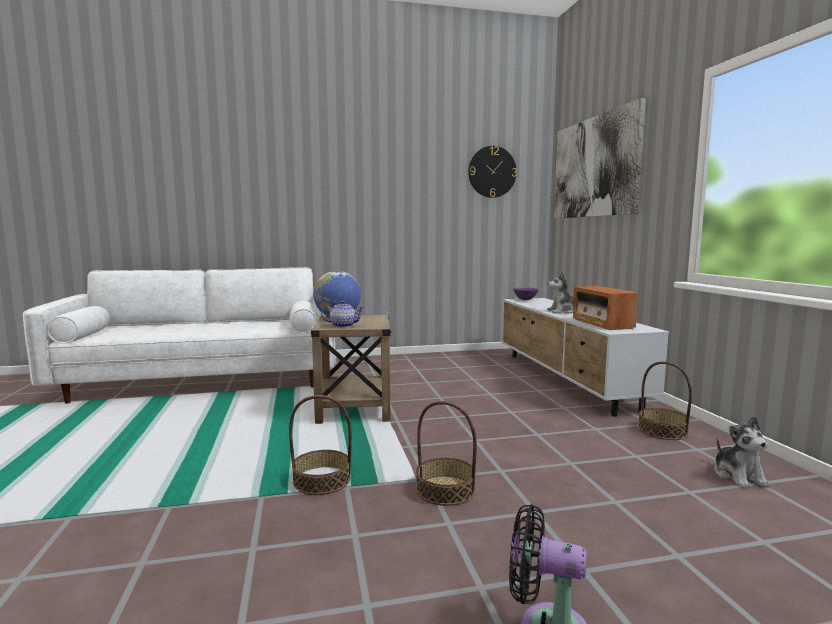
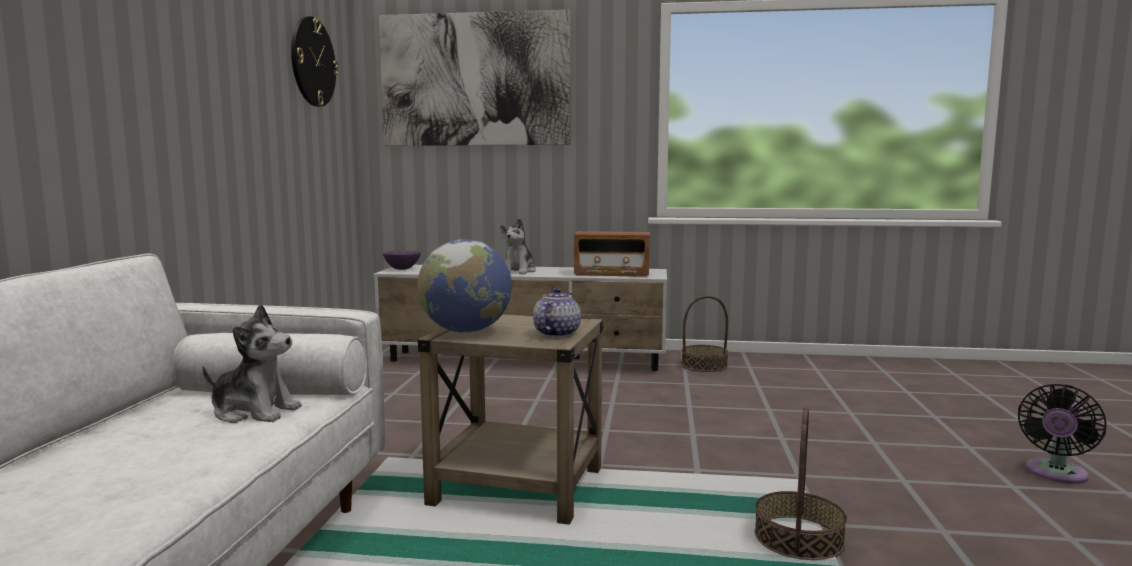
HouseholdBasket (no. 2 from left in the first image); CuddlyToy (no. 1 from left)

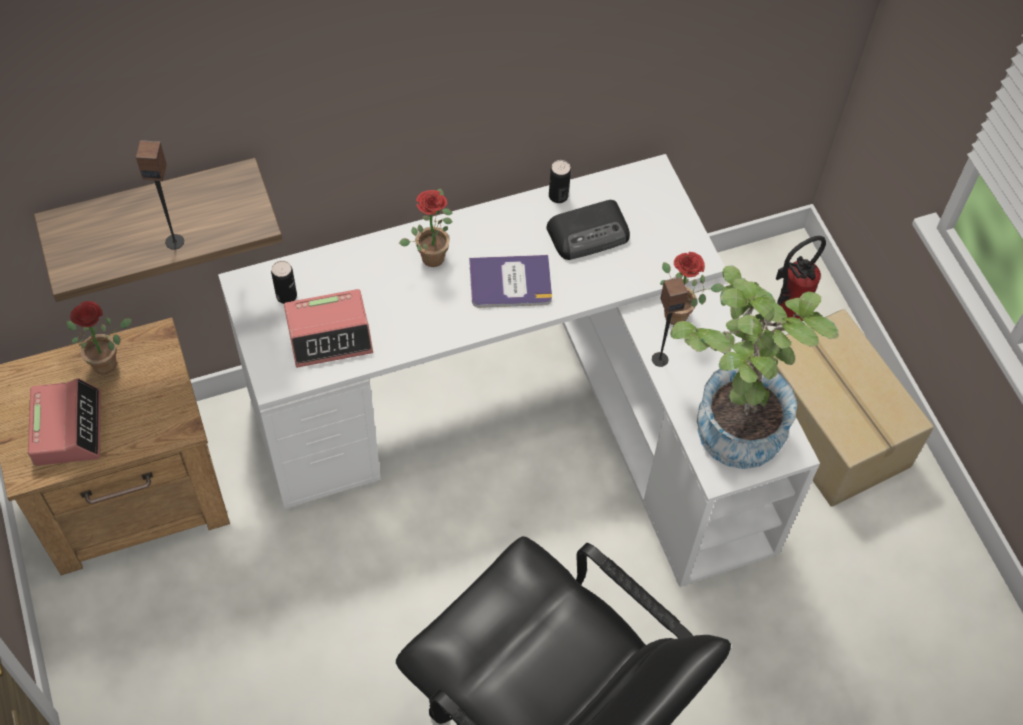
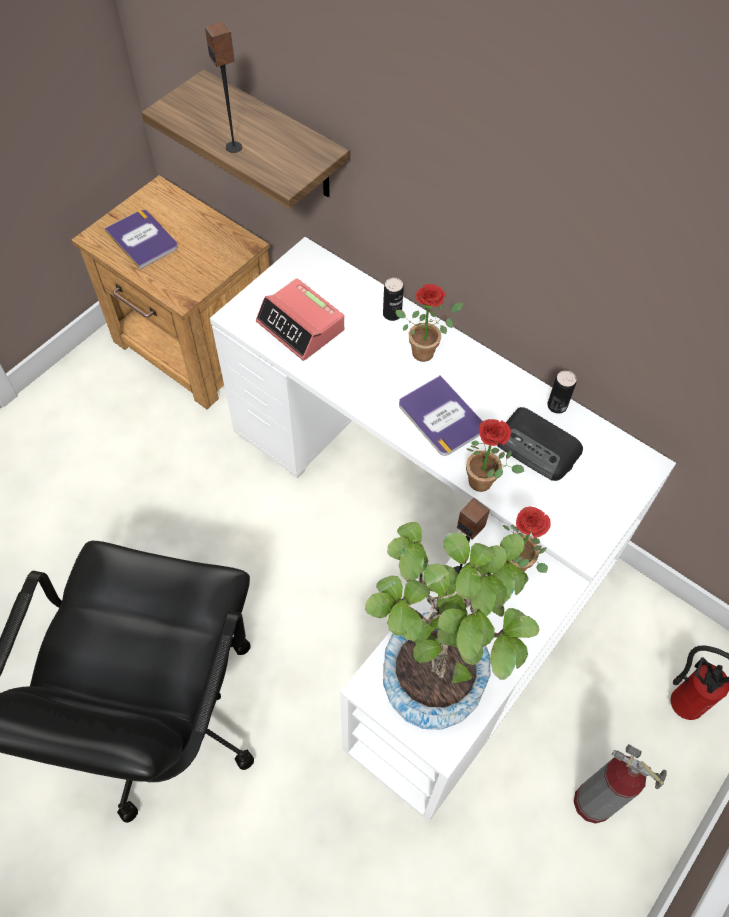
BoundBook (no. 1 from left); PlantInAPot (no. 3 from left); Can (no. 1 from left); Extinguisher (no. 1 from left)

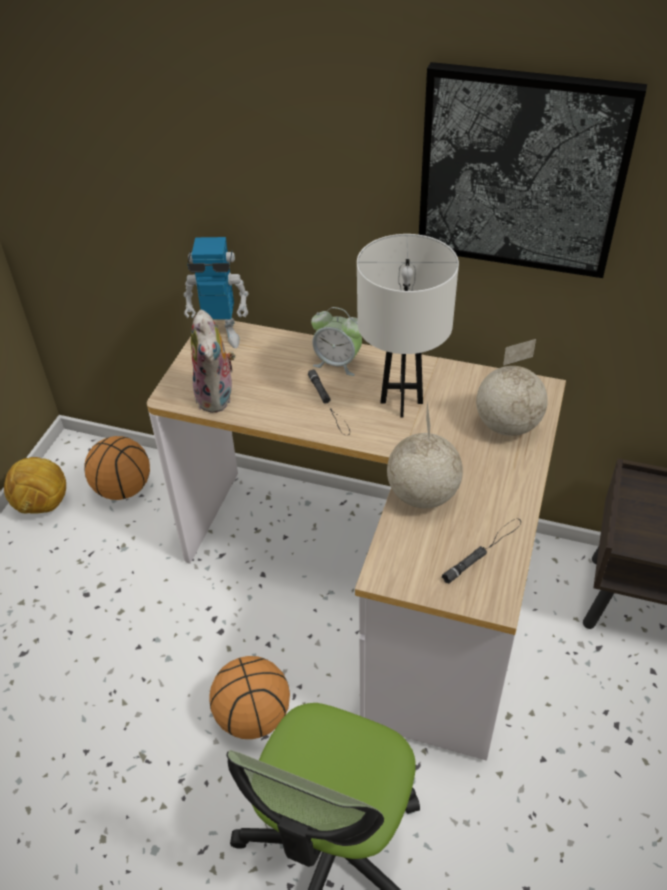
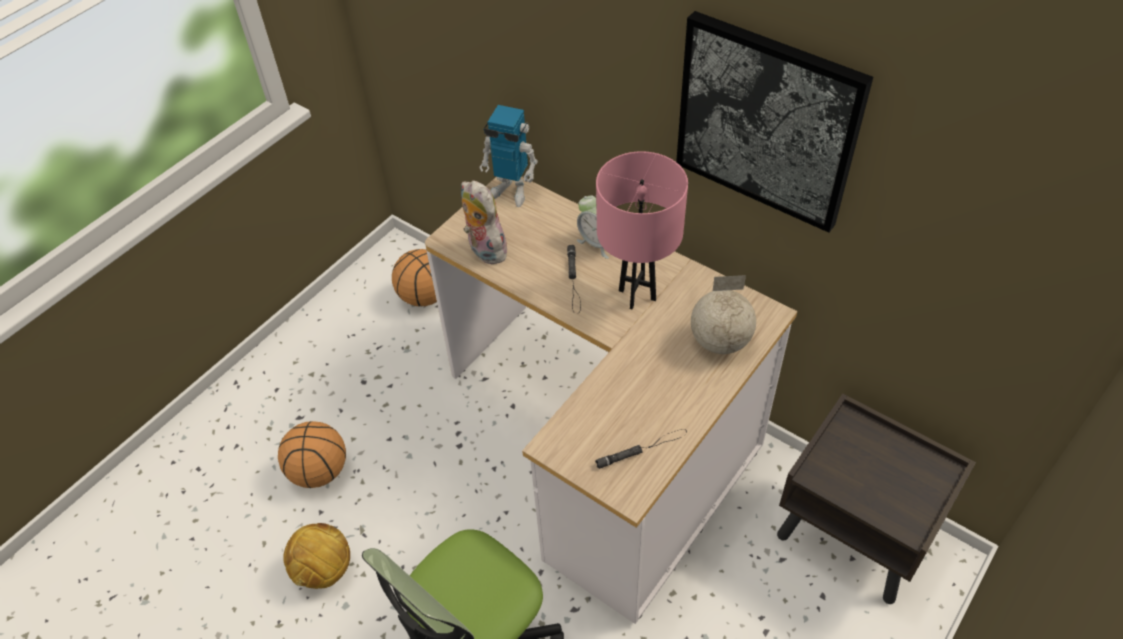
BallForFootball; CuddlyToy; BallForBasketball (no. 1 from left); PinkColouredTabletopLamp; DeskGlobe (no. 1 from left in the first image)

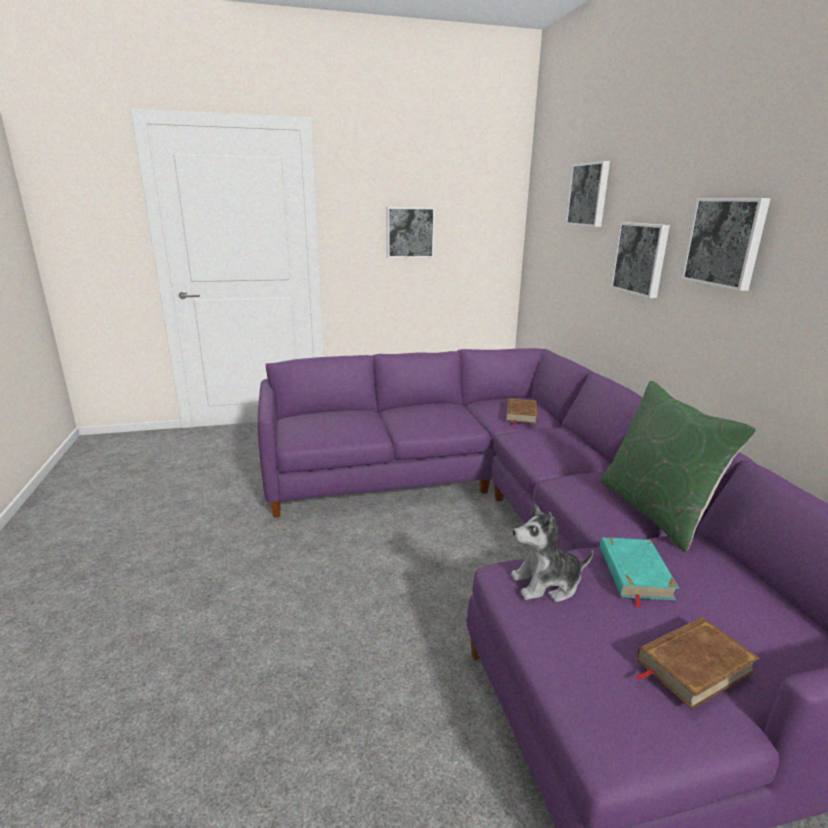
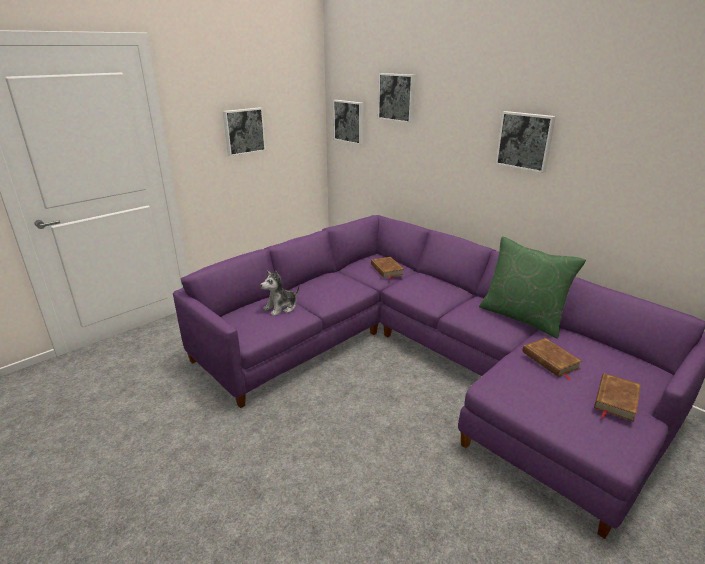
CuddlyToy; BrownBoundBook (no. 2 from left); WallArt (no. 2 from left)

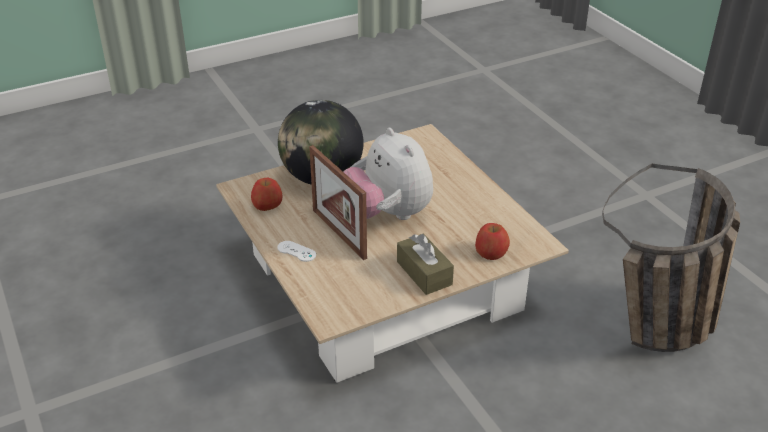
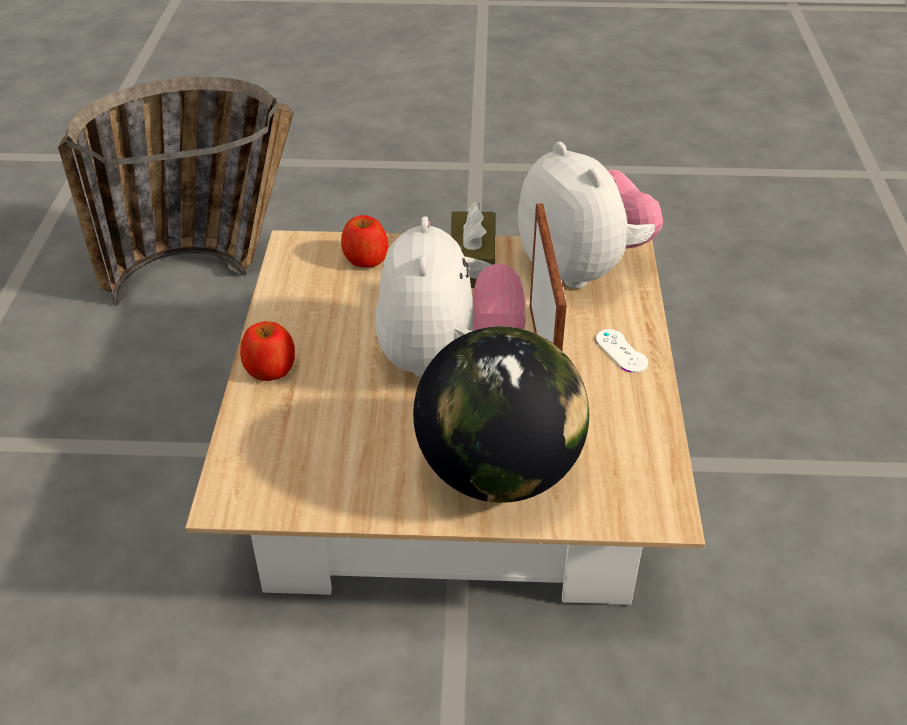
WholeApple (no. 1 from left); CuddlyToy (no. 2 from left)

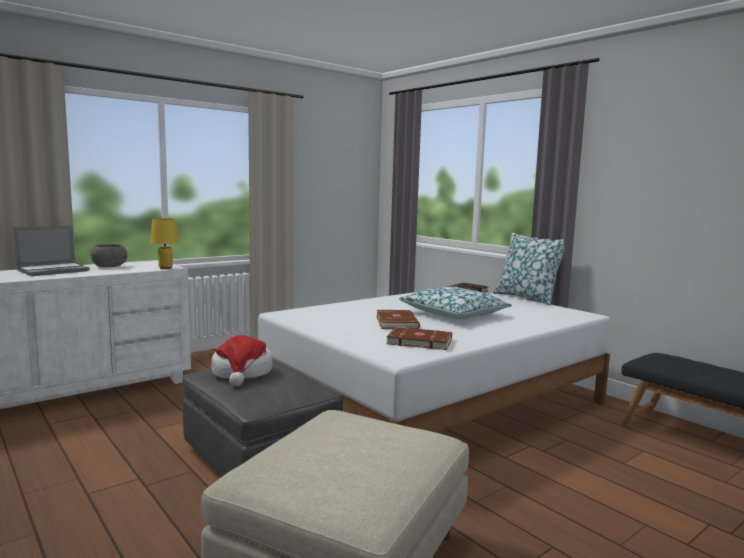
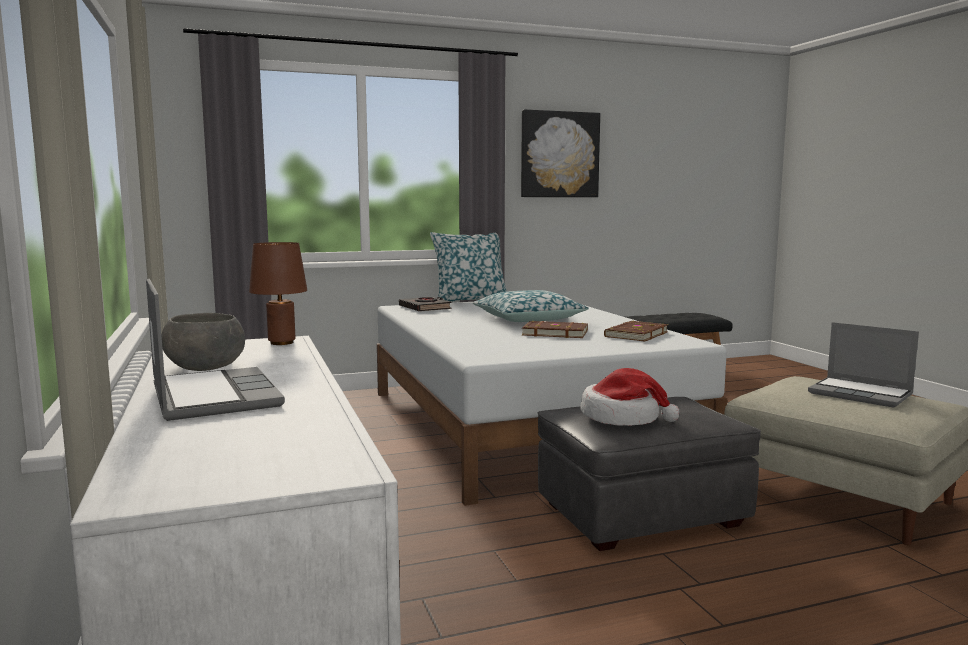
BrownTabletopLamp; WallArt; Laptop (no. 2 from left)

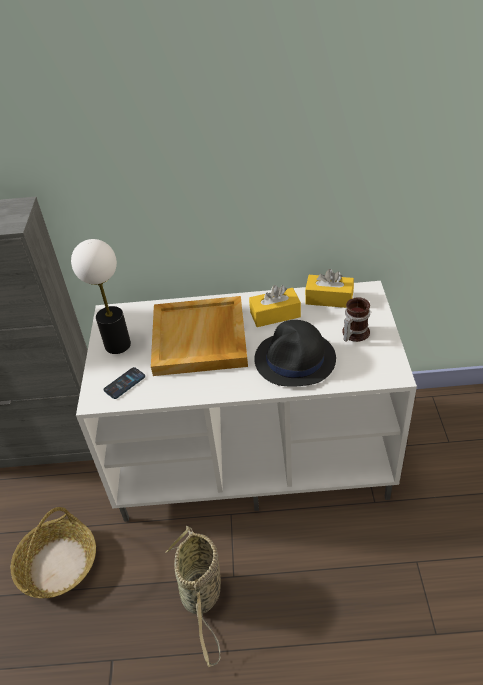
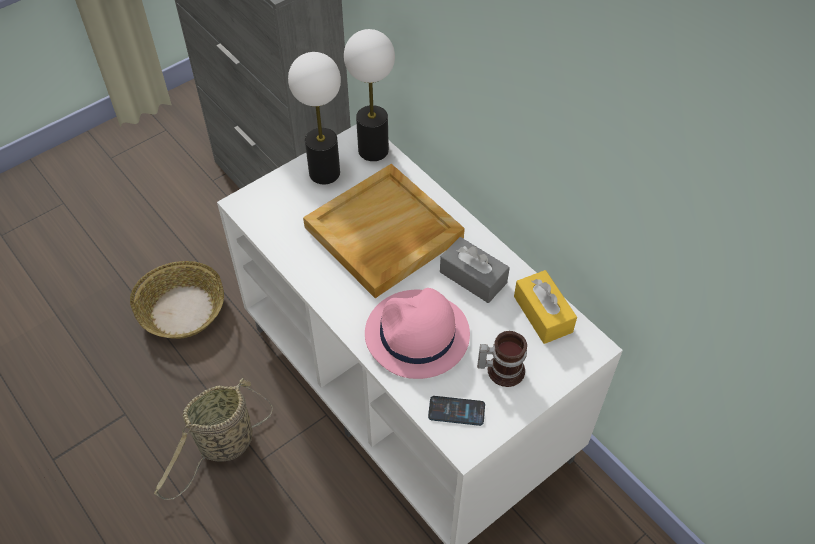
Telephone; GrayTissueHolder; PinkColouredWearableHat; TabletopLamp (no. 2 from left)

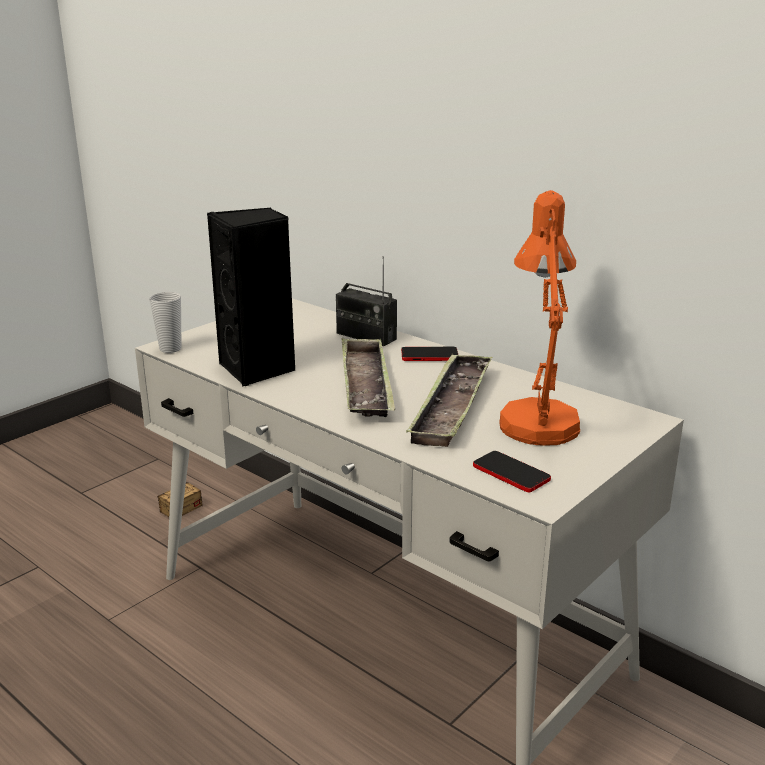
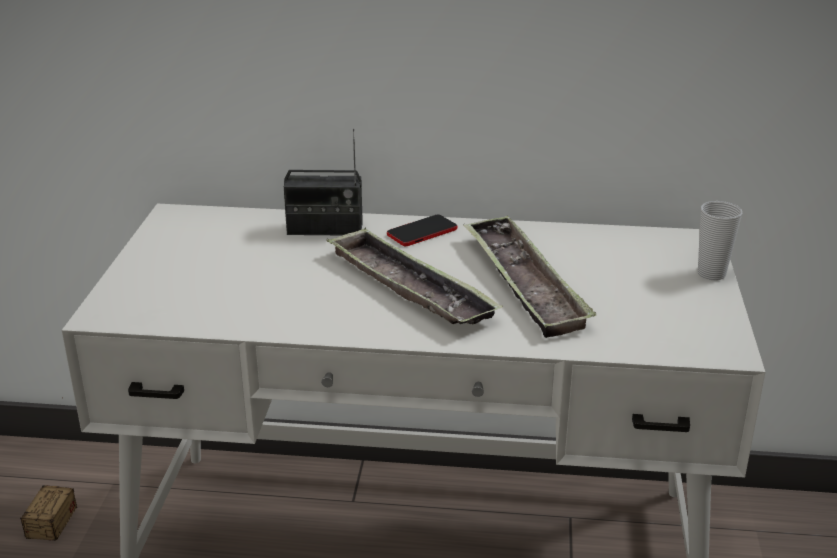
DrinkingCup; BlackishLoudspeaker; Telephone (no. 2 from left in the first image); OrangeyTabletopLamp

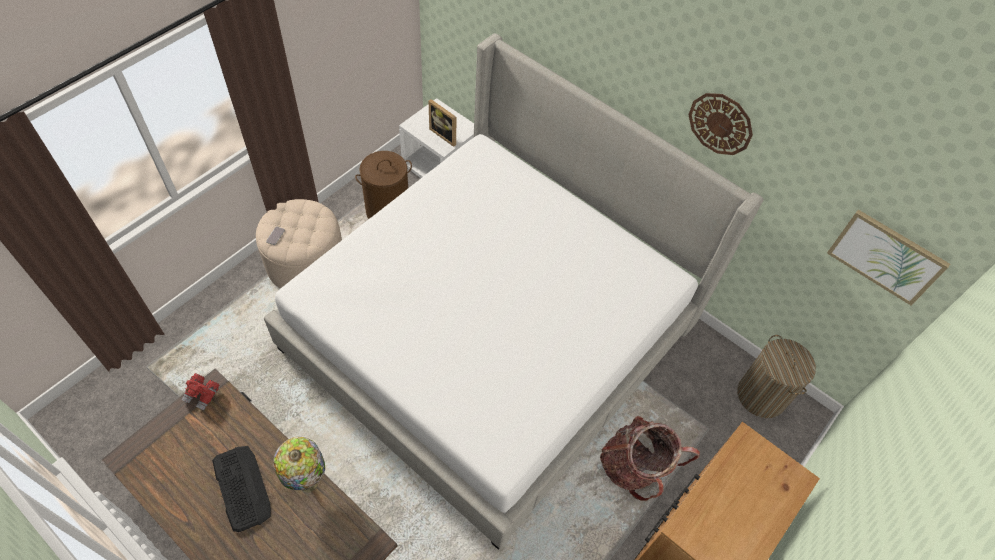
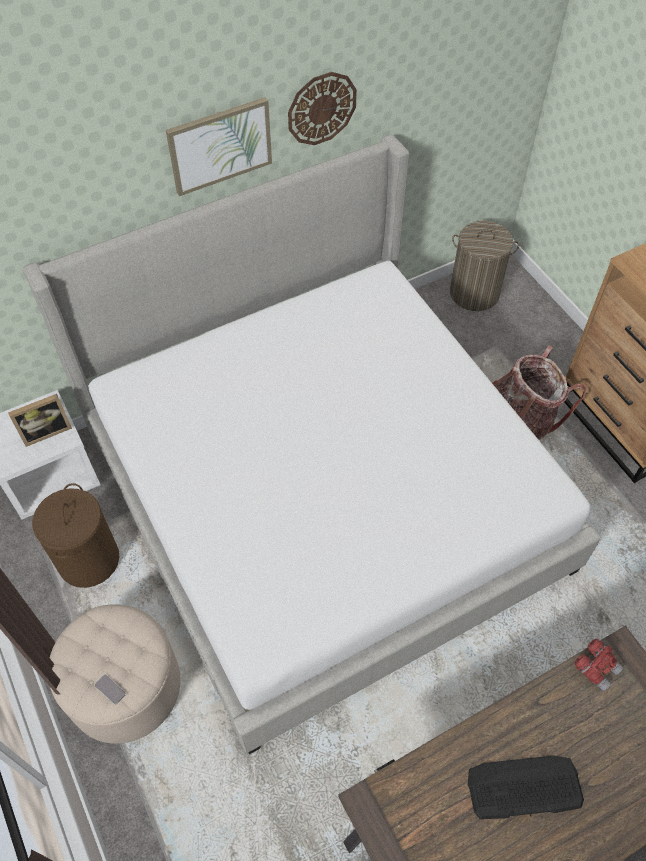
ReddishPairOfBinoculars; TabletopLamp; WallArt

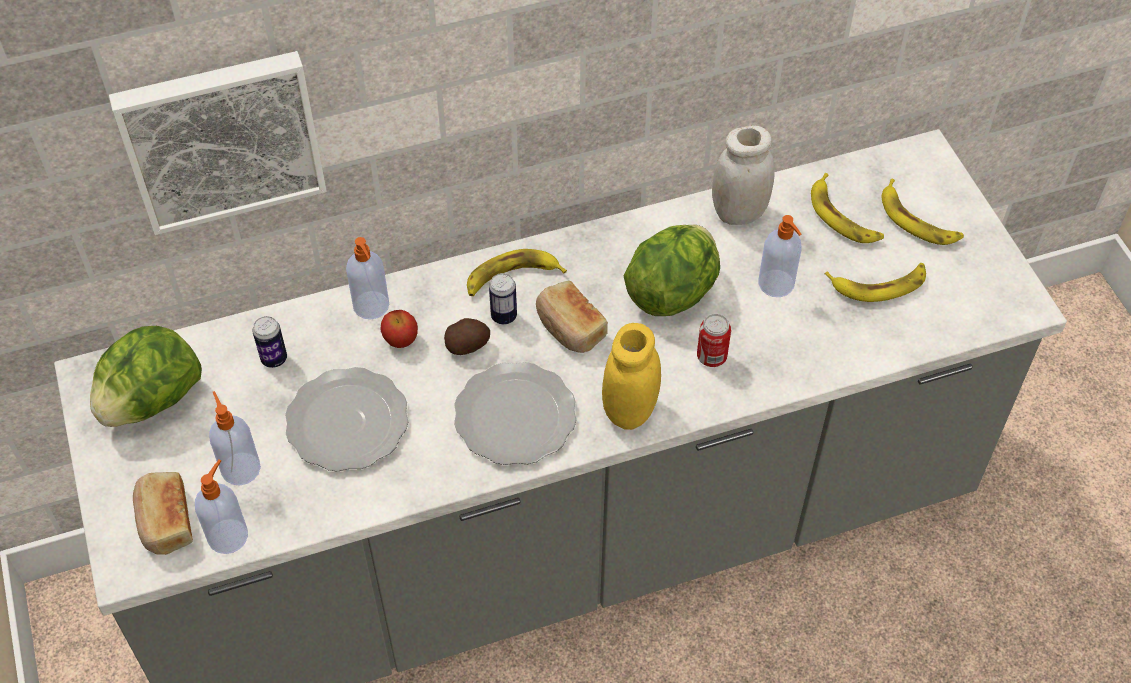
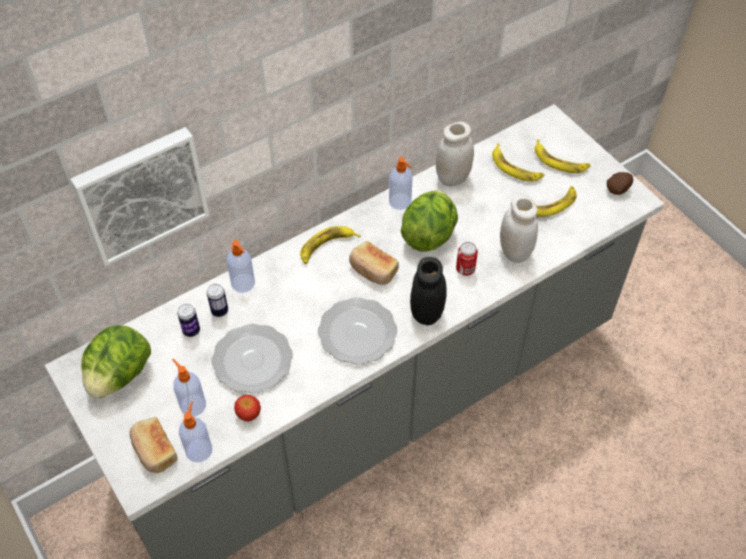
WholeApple; Potato; Can (no. 2 from left); BlackishStorageJar; SoapBottle (no. 4 from left); WhiteColouredStorageJar (no. 2 from left)

